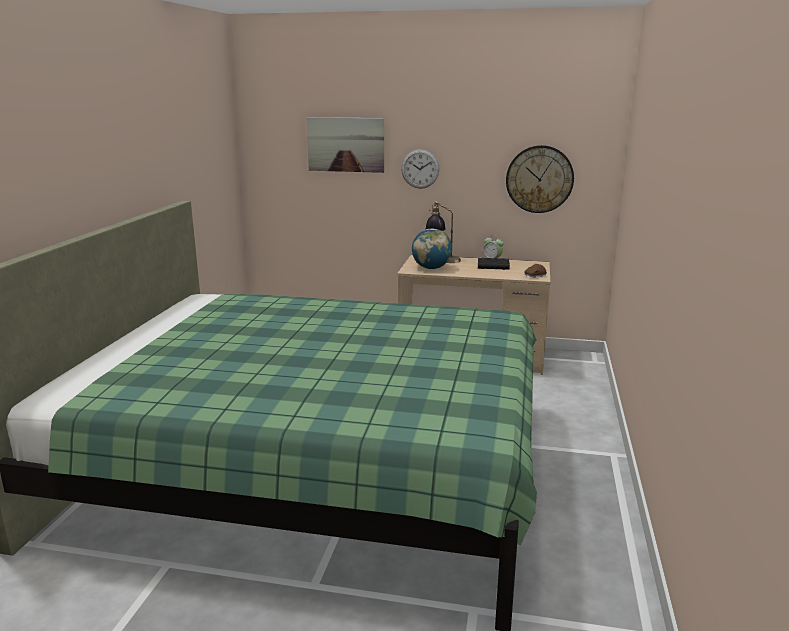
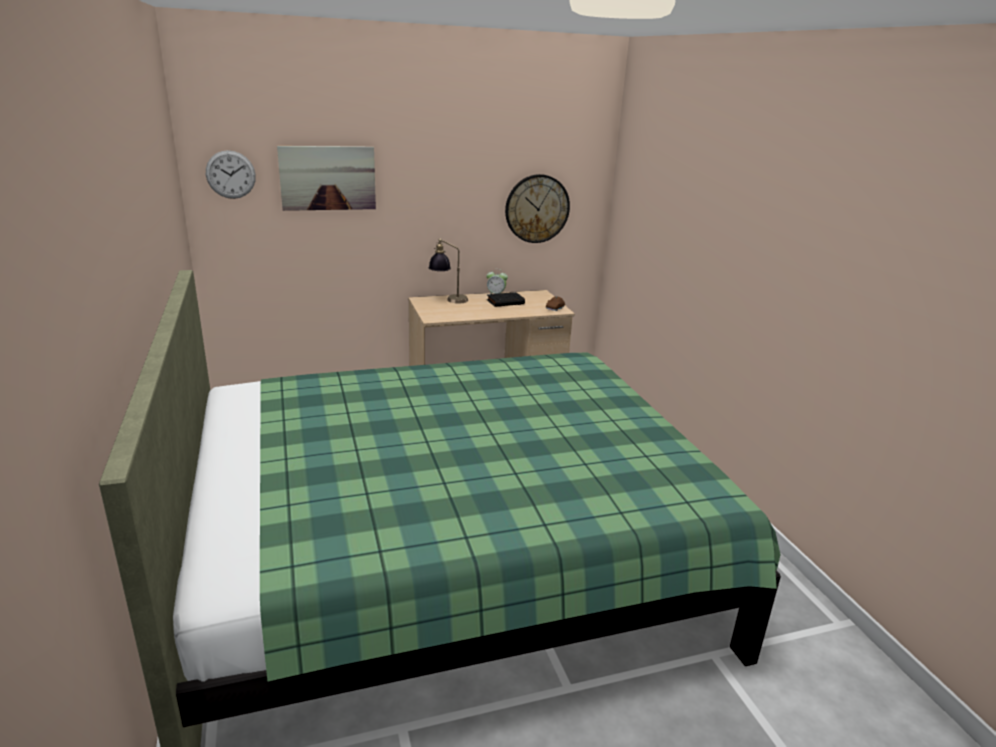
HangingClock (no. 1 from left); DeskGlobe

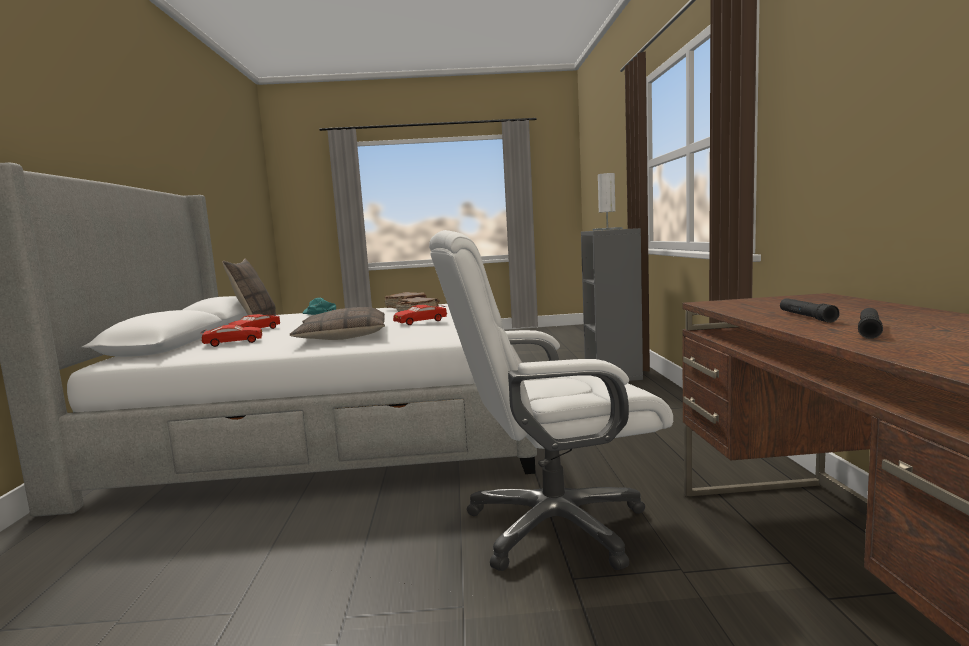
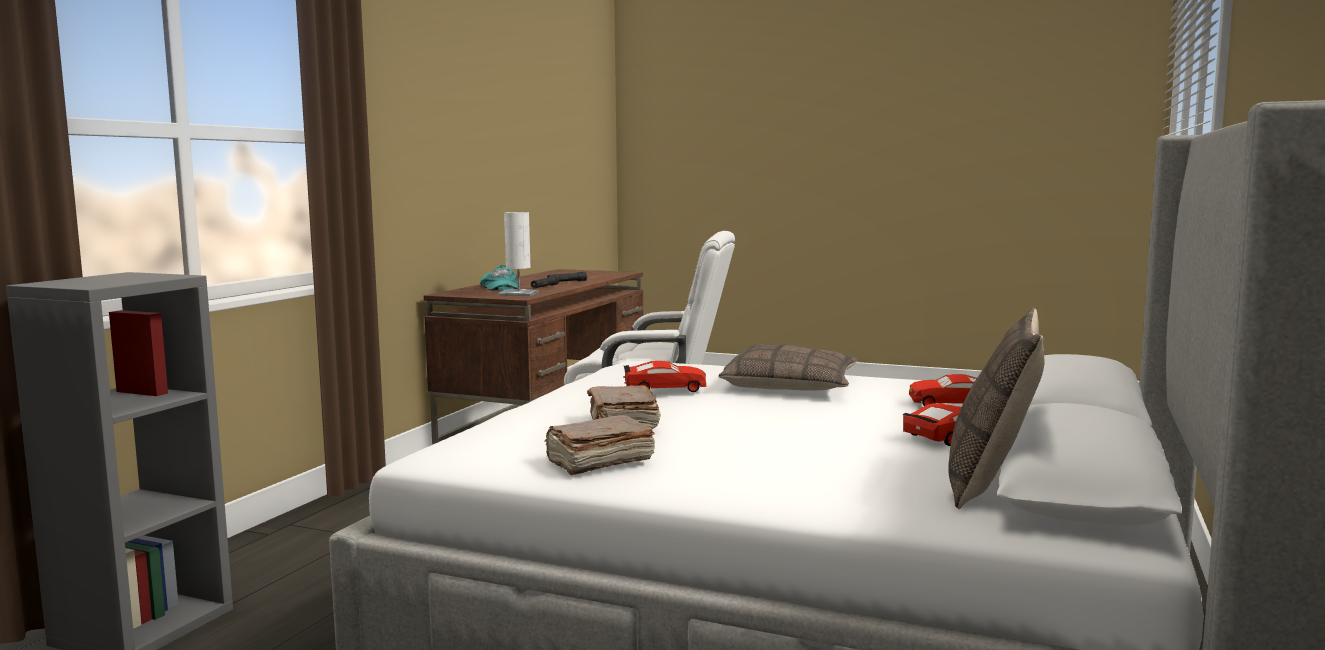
TurquoisePeakedCap; WhiteColouredTabletopLamp

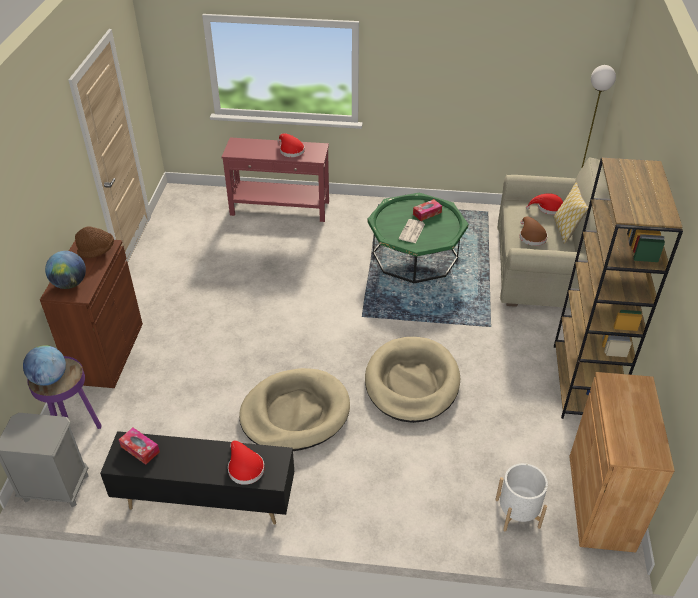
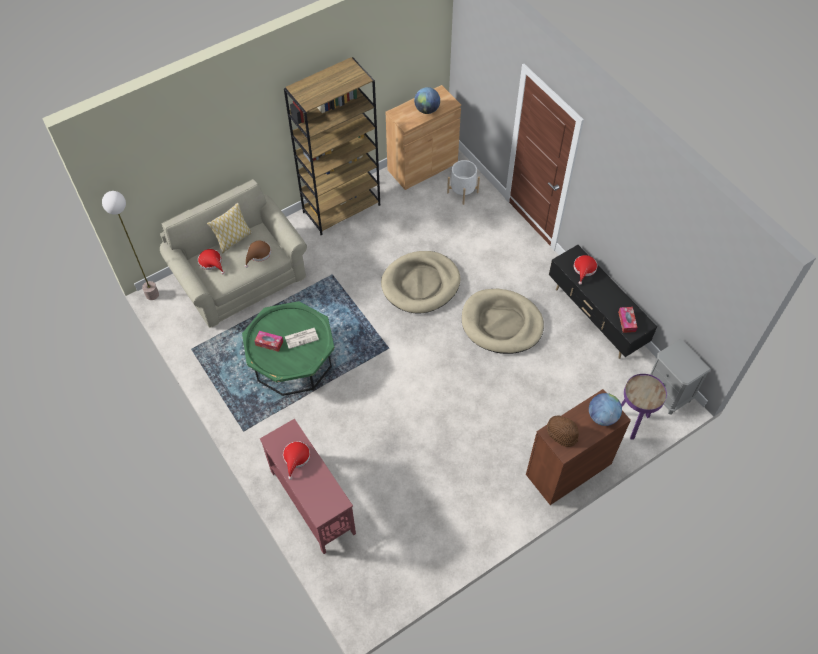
DeskGlobe (no. 1 from left)

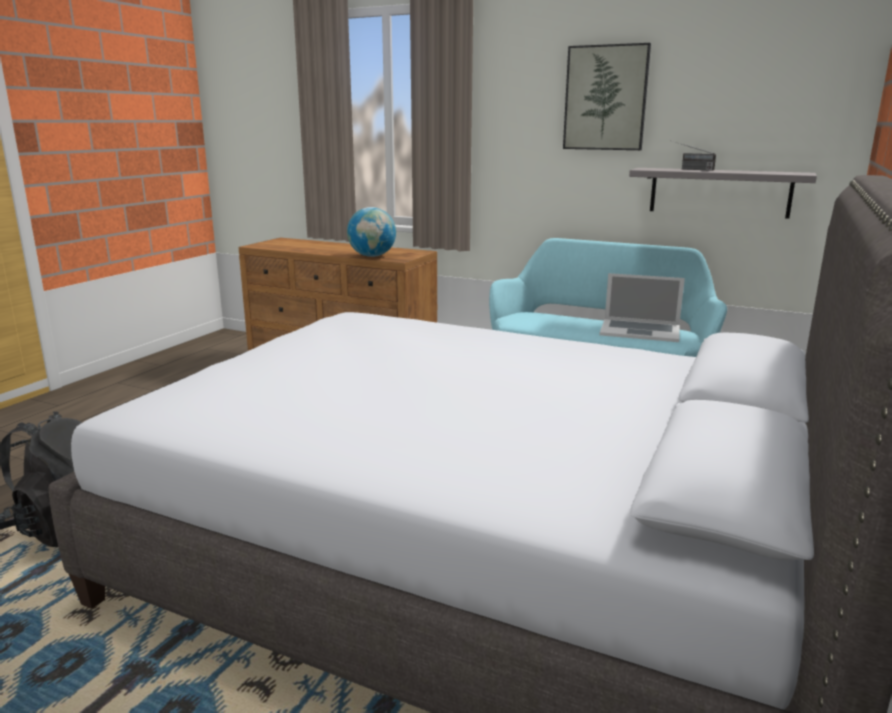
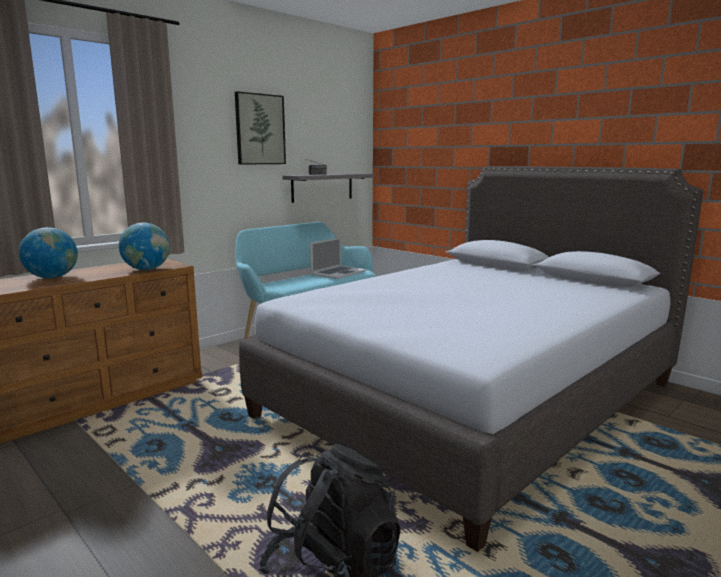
DeskGlobe (no. 1 from left)

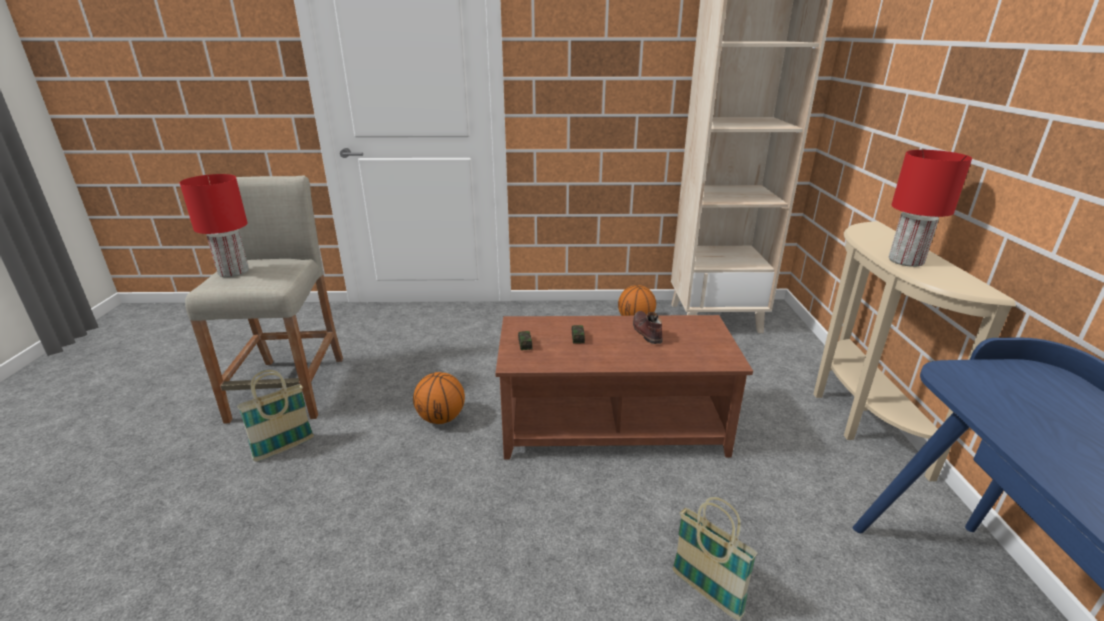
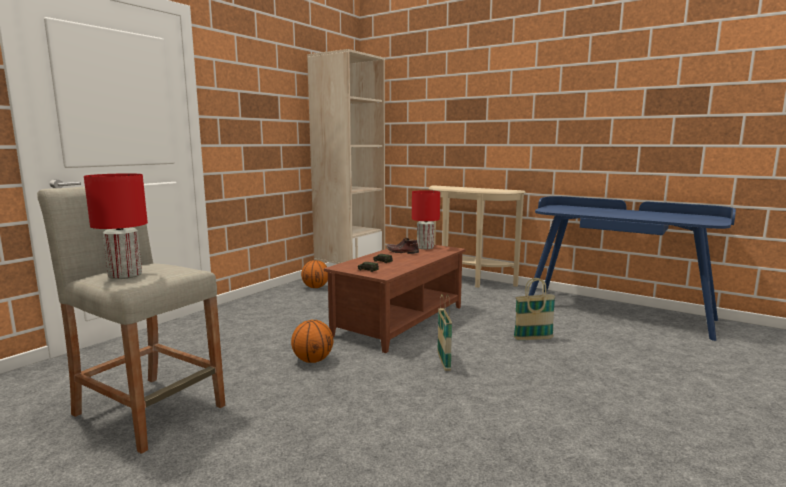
HouseholdBasket (no. 1 from left); ReddishTabletopLamp (no. 2 from left)

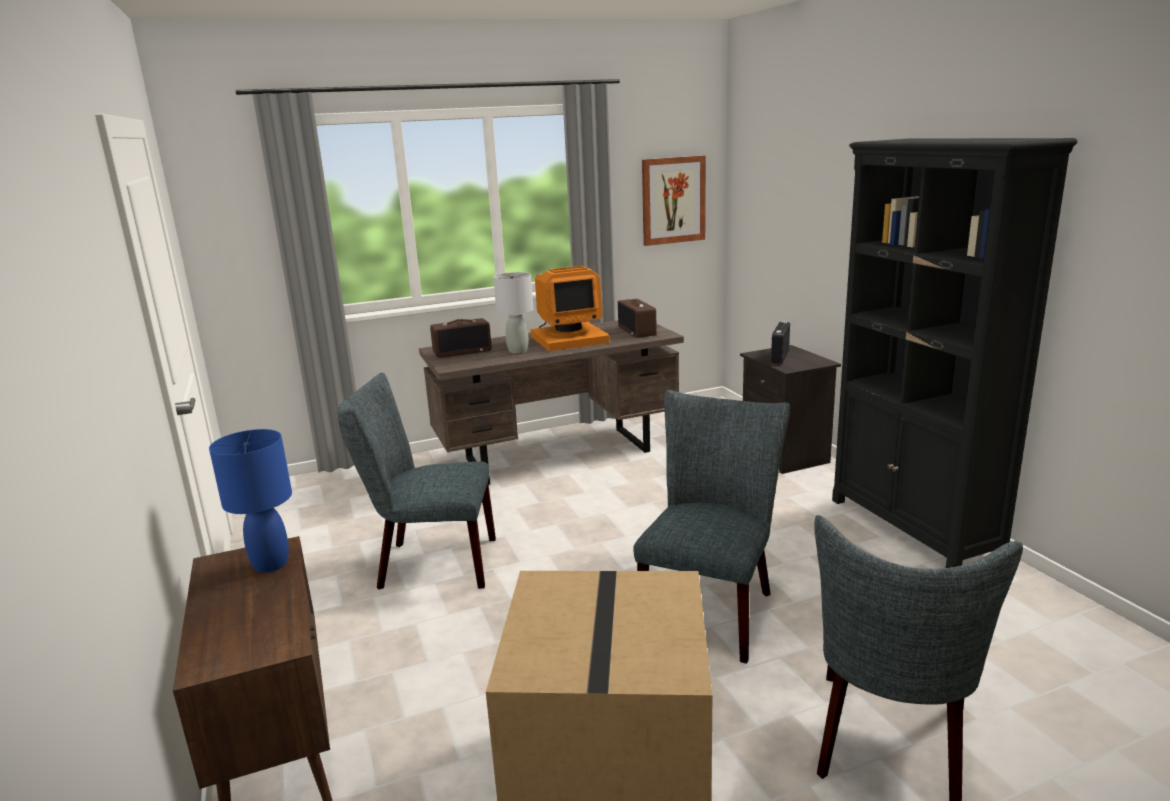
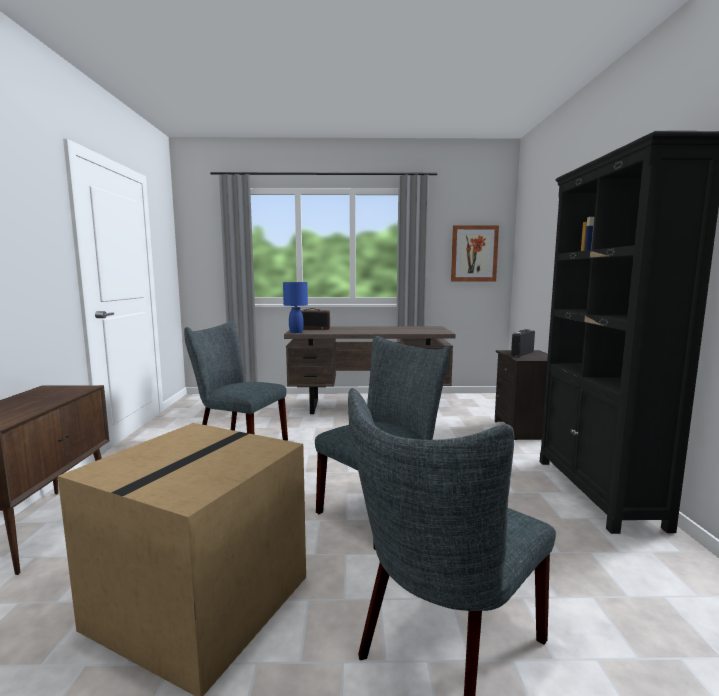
BluishTabletopLamp; GrayTabletopLamp; ComputerDisplay; RadioReceiver (no. 2 from left in the first image)

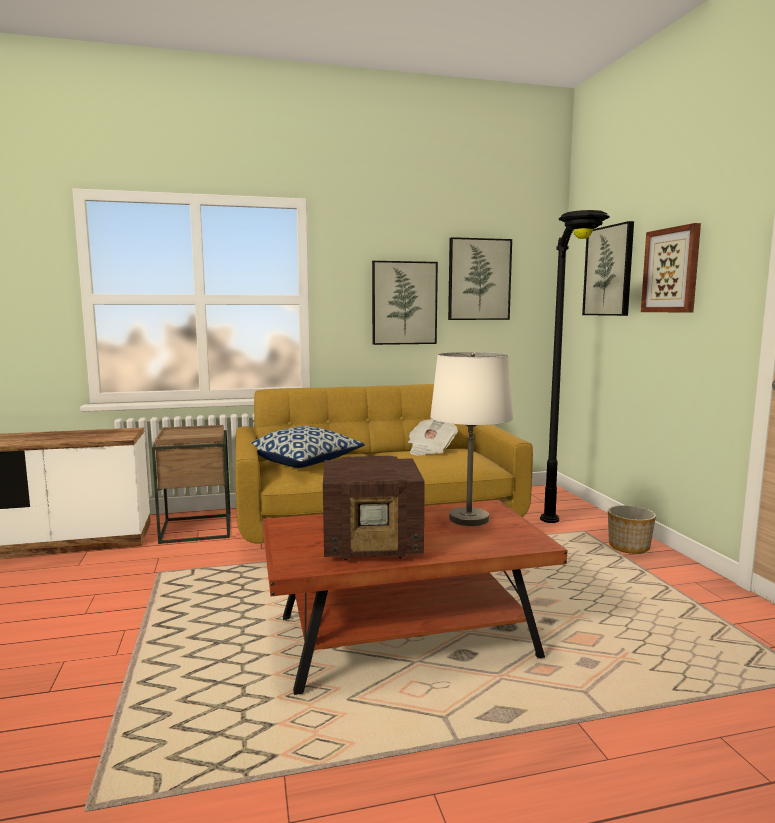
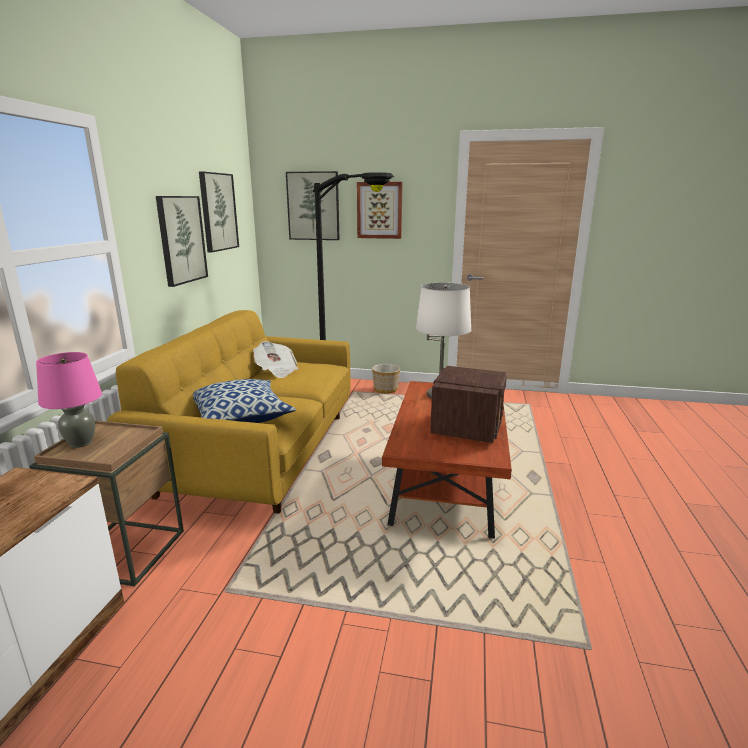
PinkColouredTabletopLamp

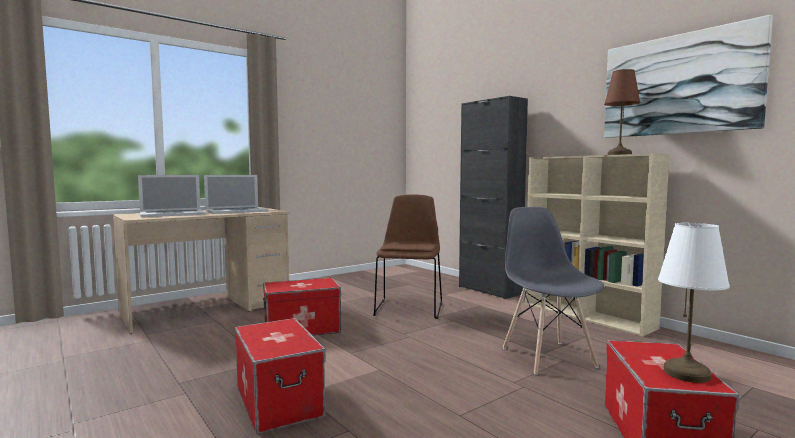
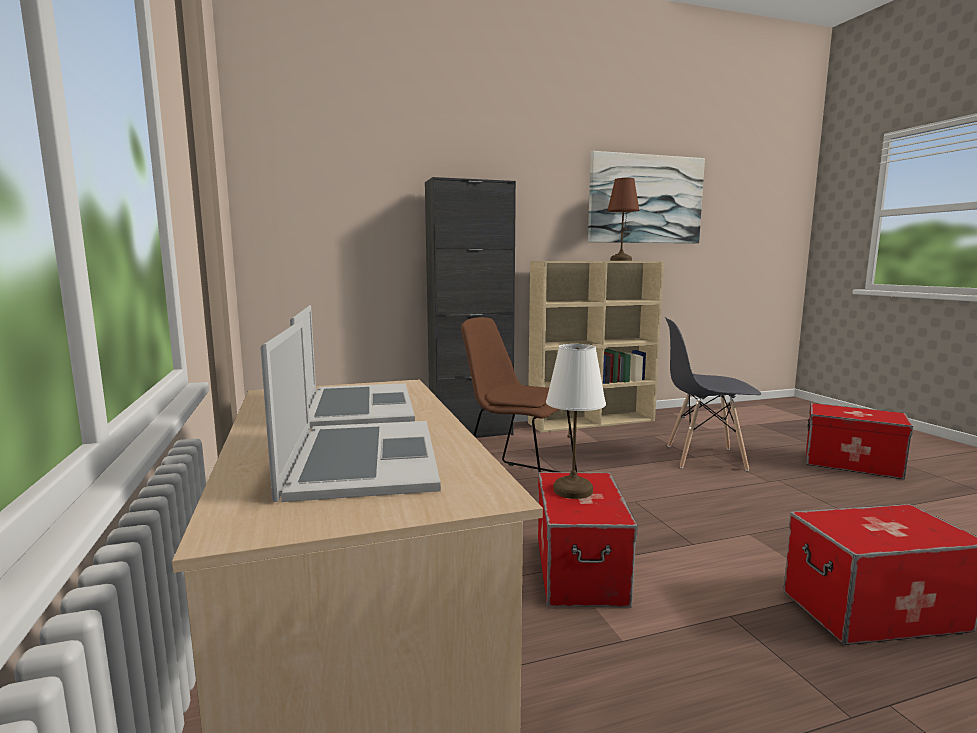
WhiteColouredTabletopLamp

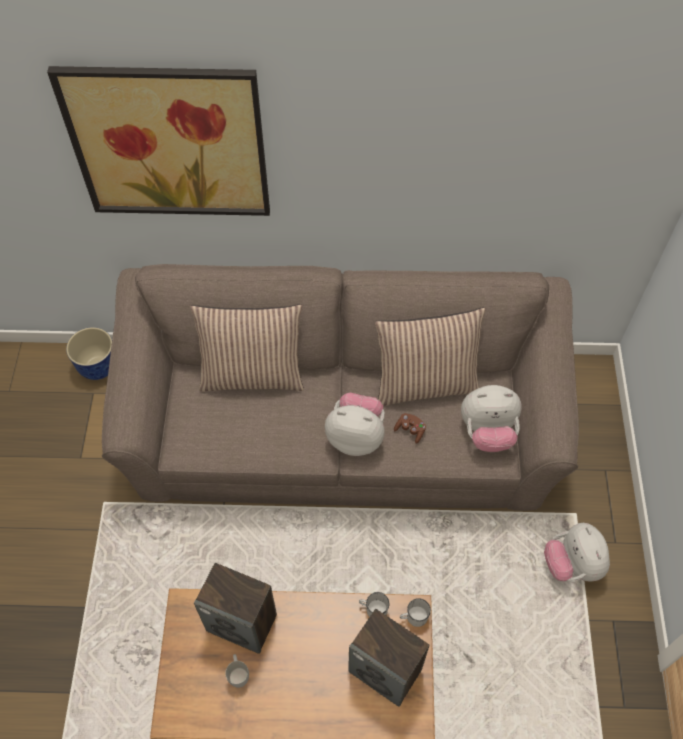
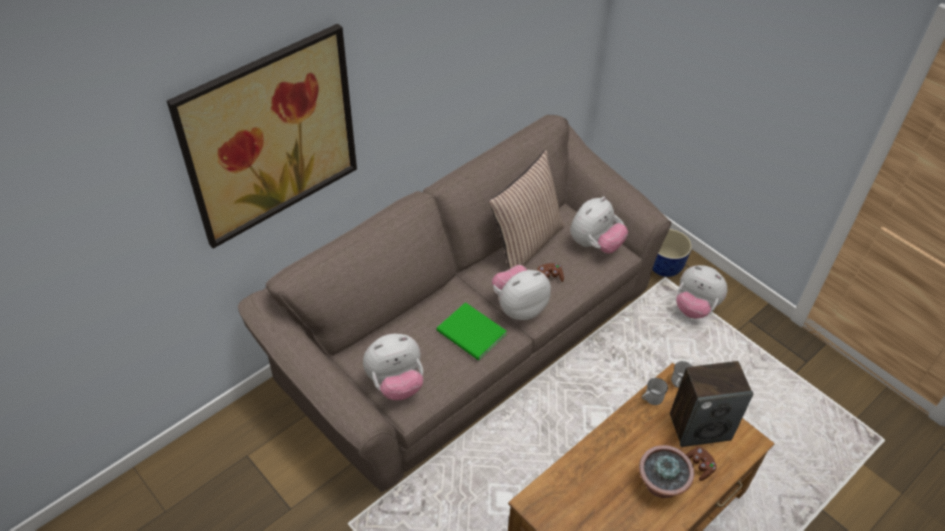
PlantPot; Pillow (no. 1 from left in the first image); Loudspeaker (no. 1 from left in the first image); WhiteColouredTeaMug (no. 1 from left in the first image); CuddlyToy (no. 1 from left); GreenishBoundBook; PlantInAPot; BrownJoypad (no. 2 from left)

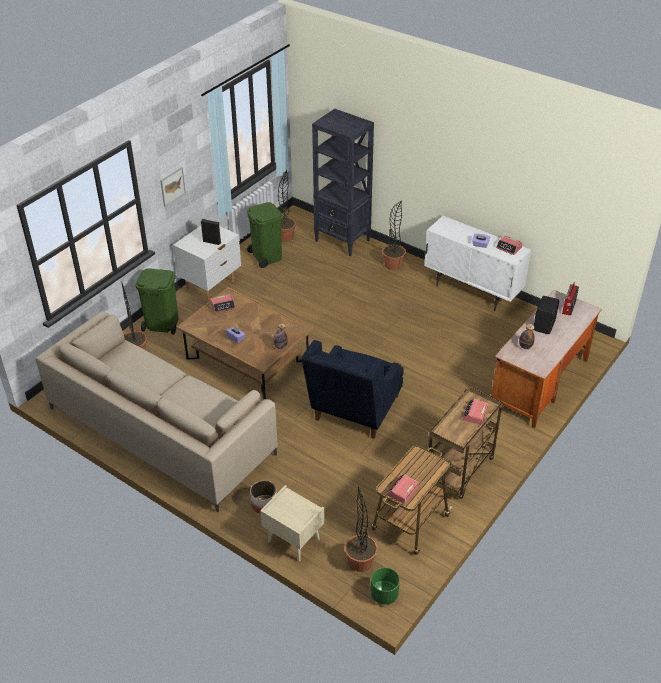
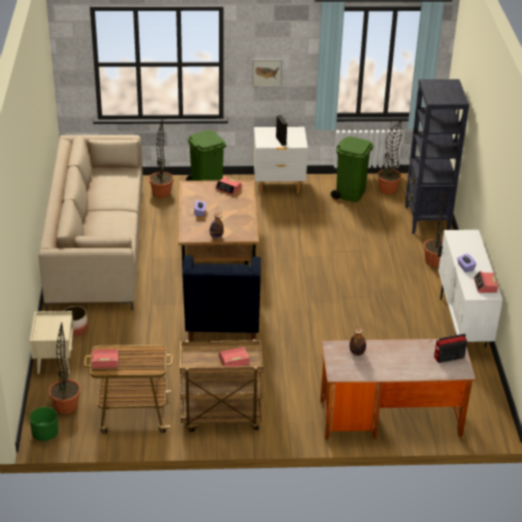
BluishArmchair; BlackishLoudspeaker (no. 2 from left in the first image)

